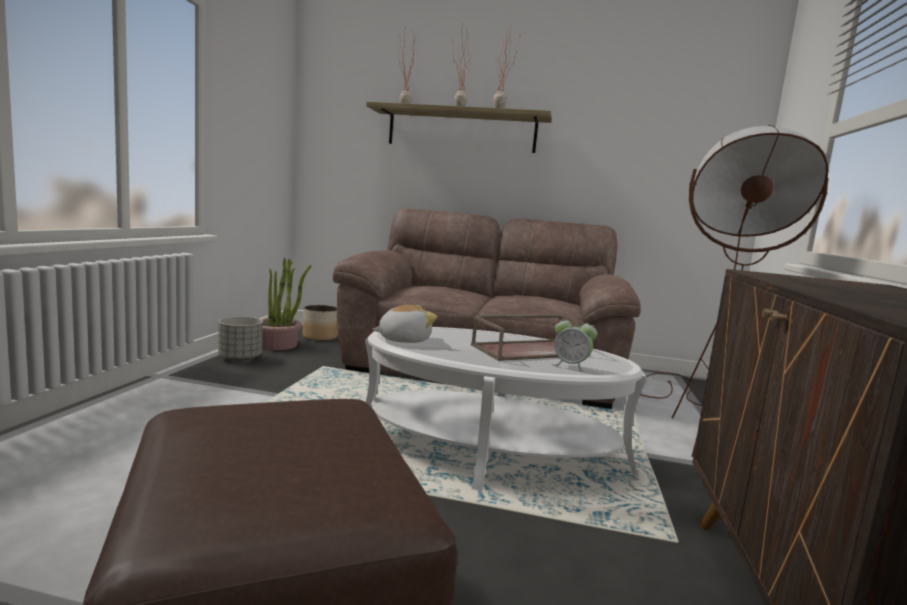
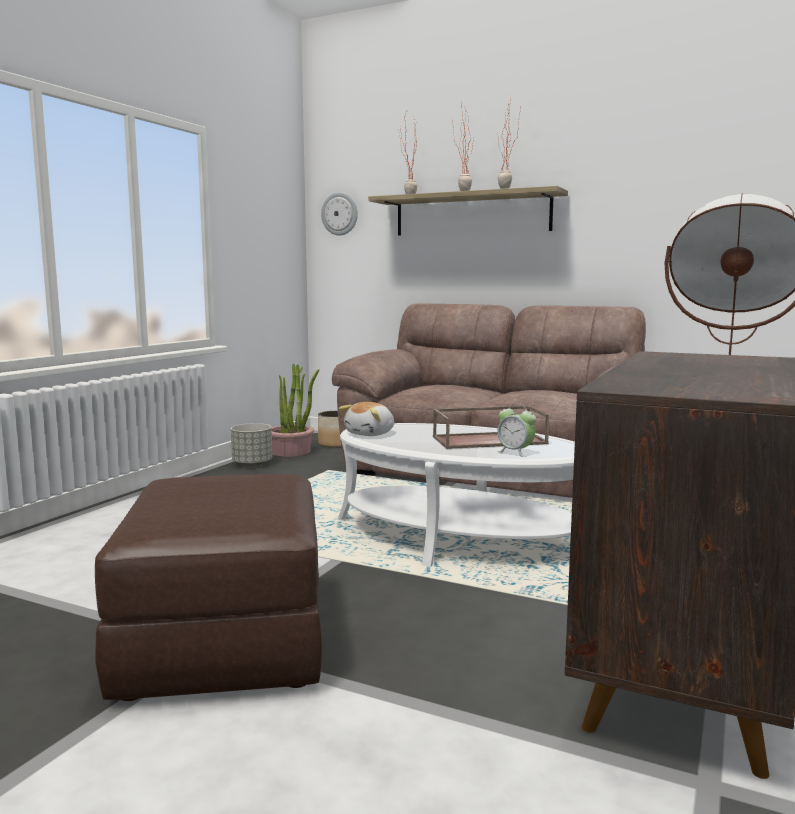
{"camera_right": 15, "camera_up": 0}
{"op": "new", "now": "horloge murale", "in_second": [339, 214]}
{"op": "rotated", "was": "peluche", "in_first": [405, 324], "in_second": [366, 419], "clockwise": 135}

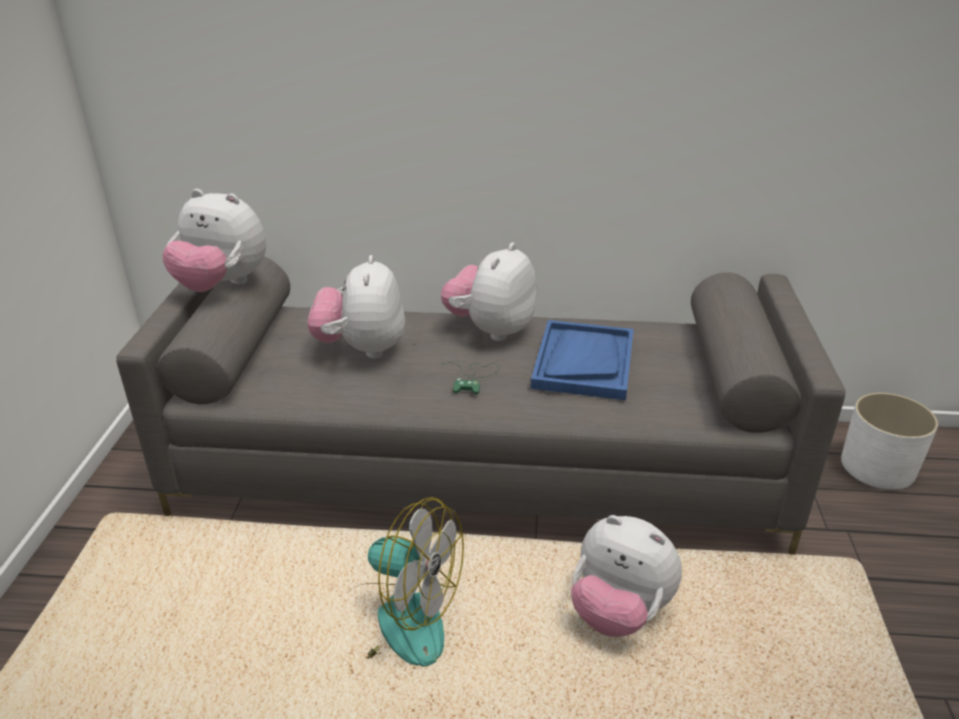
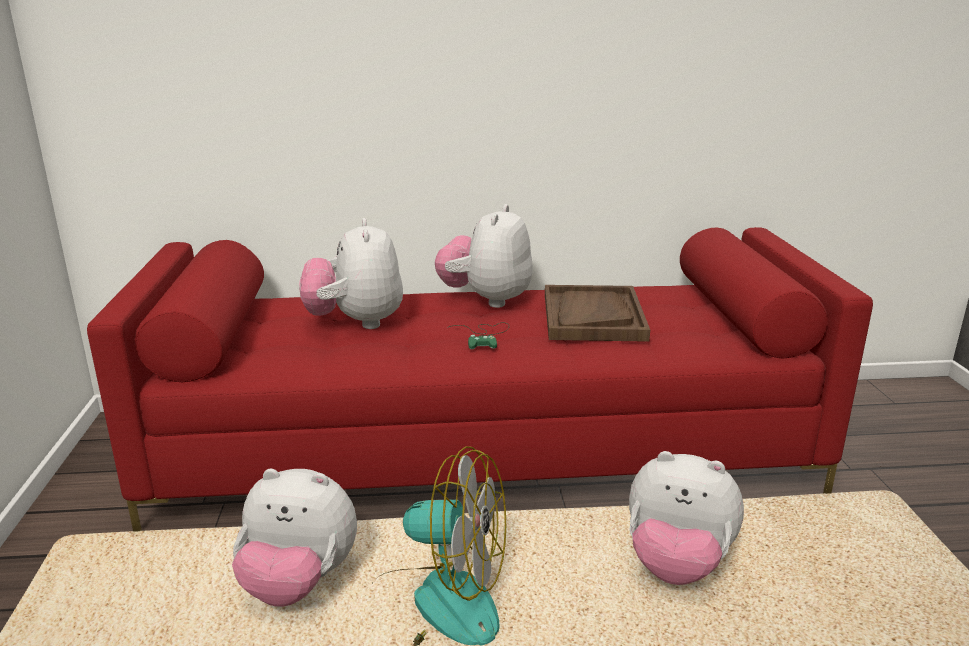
{"camera_right": -10, "camera_up": -10}
{"op": "repainted", "was": "canapé/gris", "now": "canapé/rouge", "in_first": [480, 405], "in_second": [480, 379]}
{"op": "shifted", "was": "peluche", "in_first": [214, 240], "in_second": [294, 538]}
{"op": "repainted", "was": "plateau/bleu", "now": "plateau/marron", "in_first": [582, 360], "in_second": [597, 313]}
{"op": "gone", "was": "cache-pot/blanc", "in_first": [889, 441]}

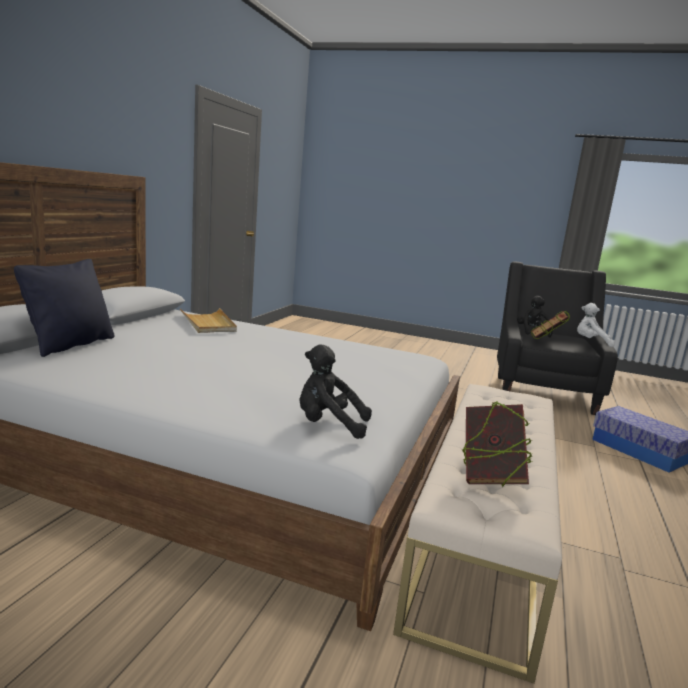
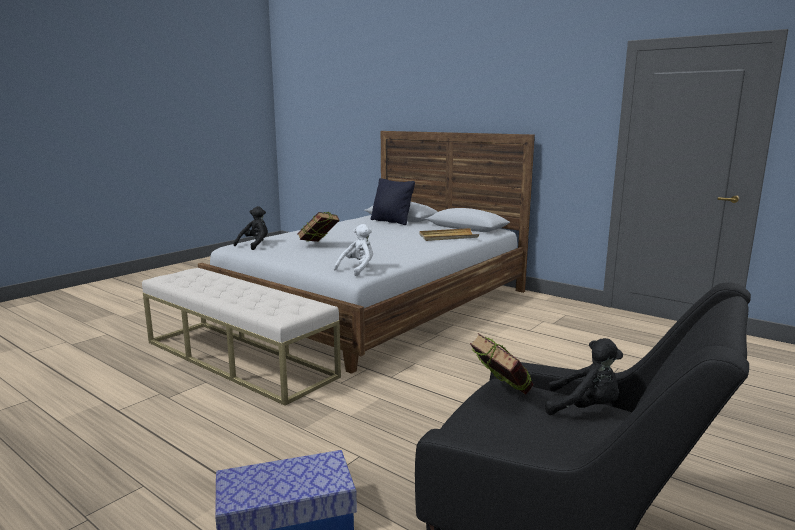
{"camera_right": 110, "camera_up": 0}
{"op": "shifted", "was": "livre", "in_first": [497, 444], "in_second": [318, 227]}
{"op": "shifted", "was": "peluche/blanc", "in_first": [596, 325], "in_second": [353, 250]}

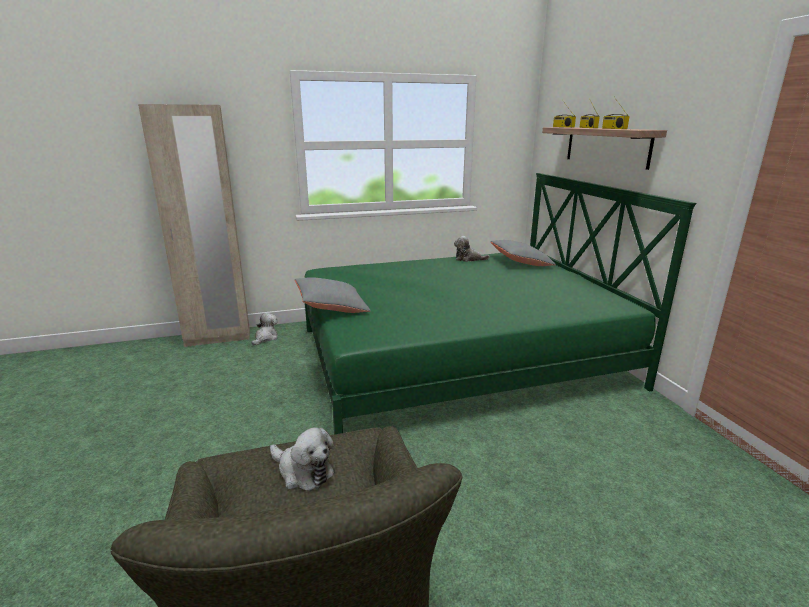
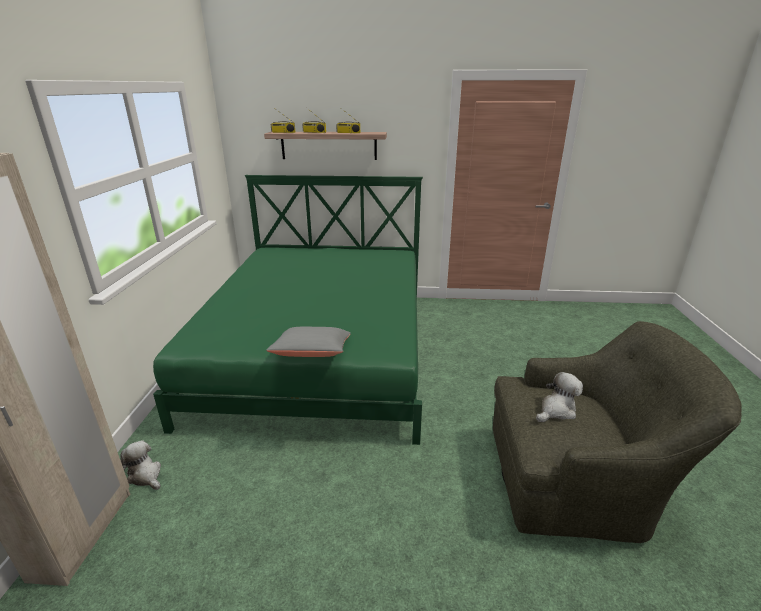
{"camera_right": -70, "camera_up": 5}
{"op": "gone", "was": "peluche", "in_first": [472, 249]}
{"op": "gone", "was": "coussin/gris", "in_first": [523, 253]}

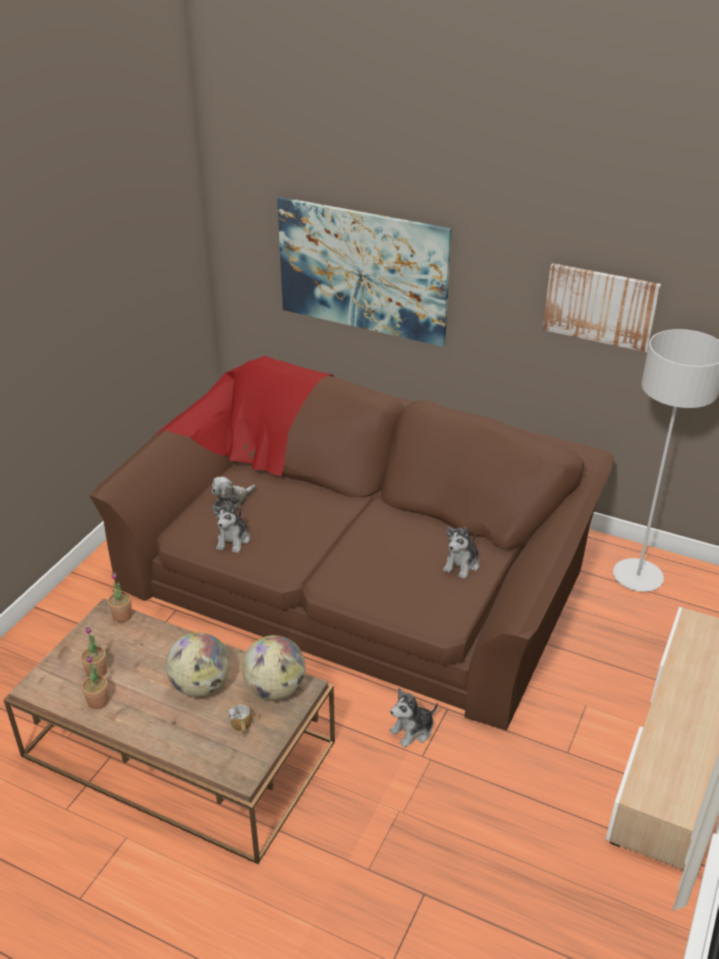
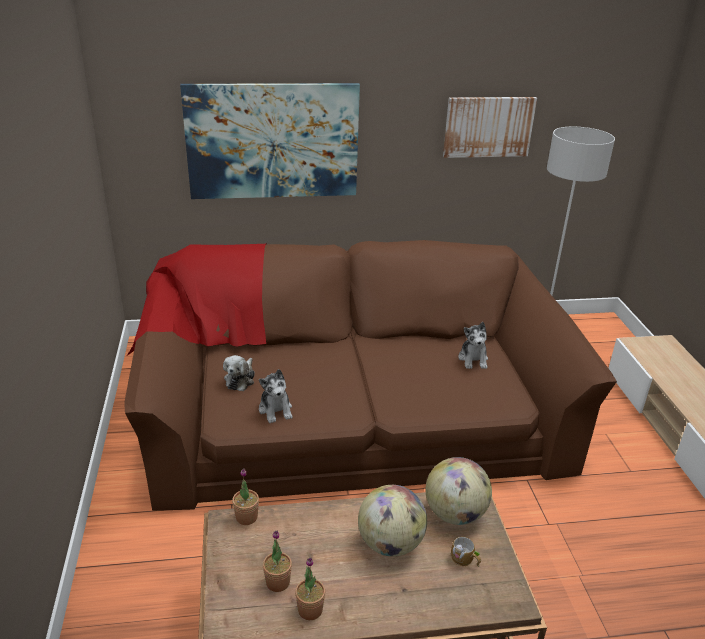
{"camera_right": -35, "camera_up": -5}
{"op": "gone", "was": "peluche", "in_first": [413, 717]}

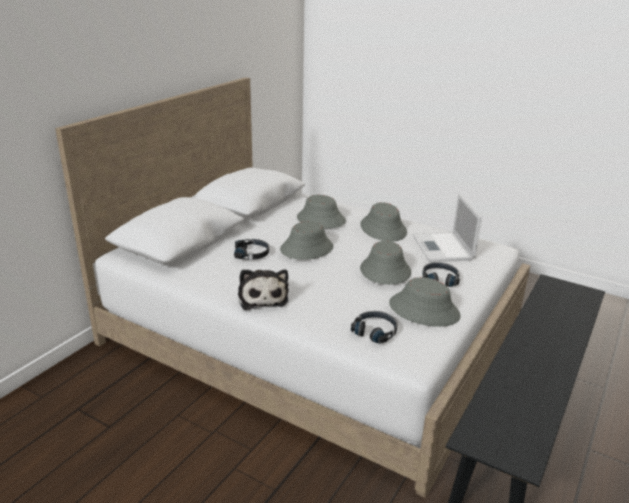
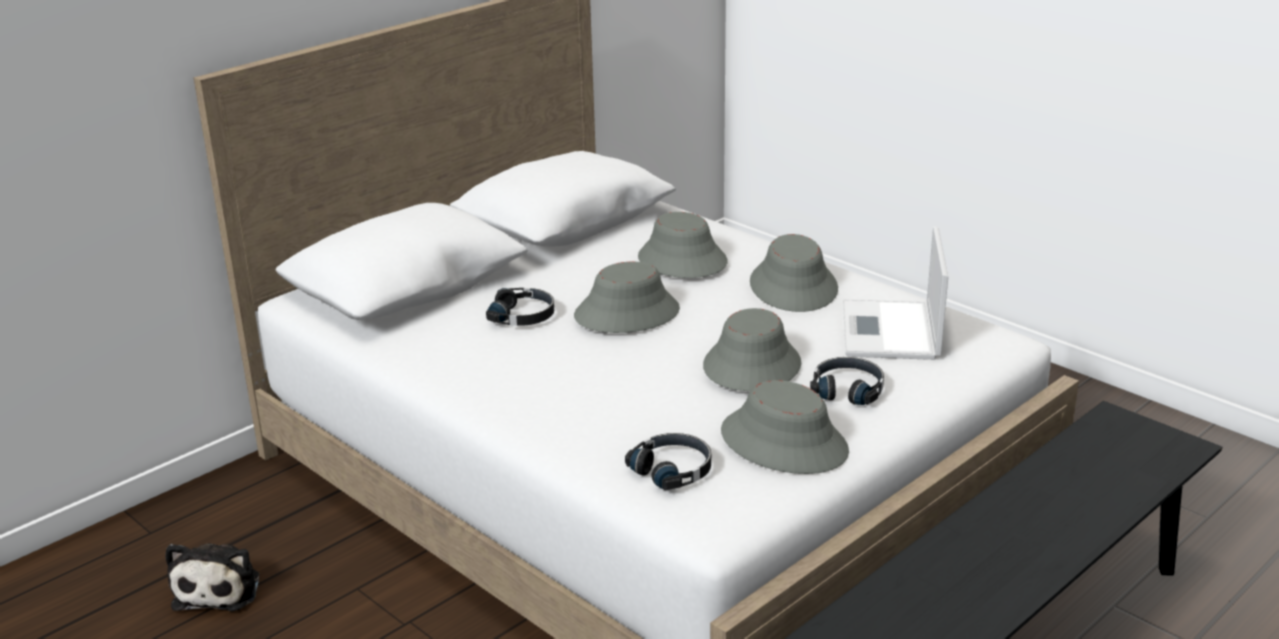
{"camera_right": 15, "camera_up": 0}
{"op": "shifted", "was": "peluche", "in_first": [263, 289], "in_second": [212, 577]}

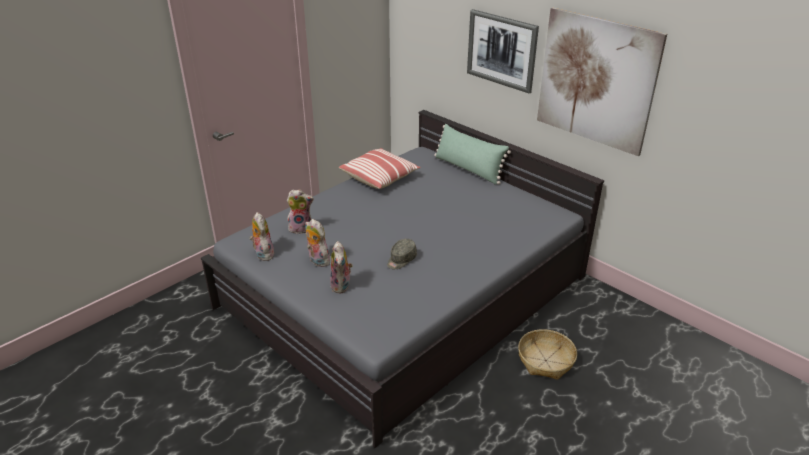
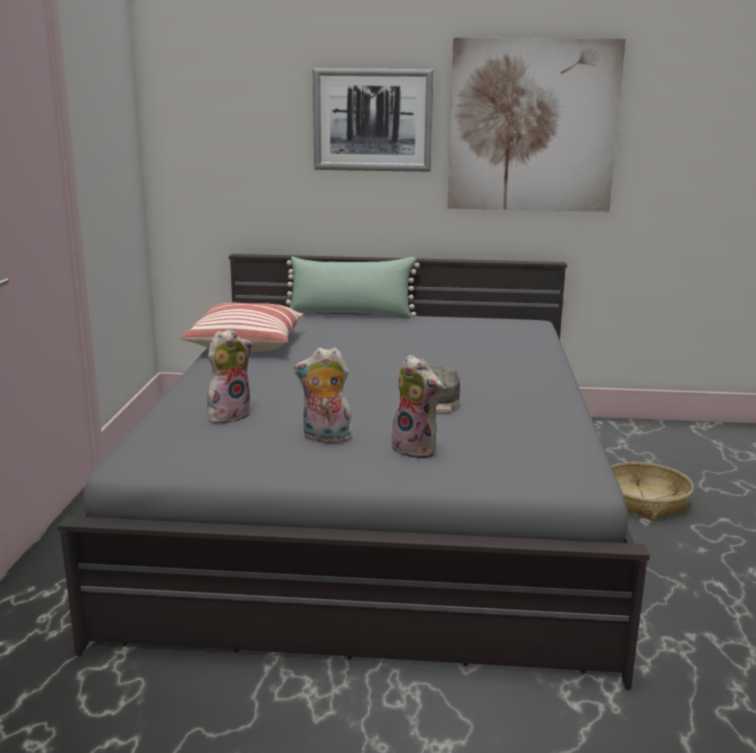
{"camera_right": -40, "camera_up": -15}
{"op": "gone", "was": "peluche", "in_first": [262, 236]}

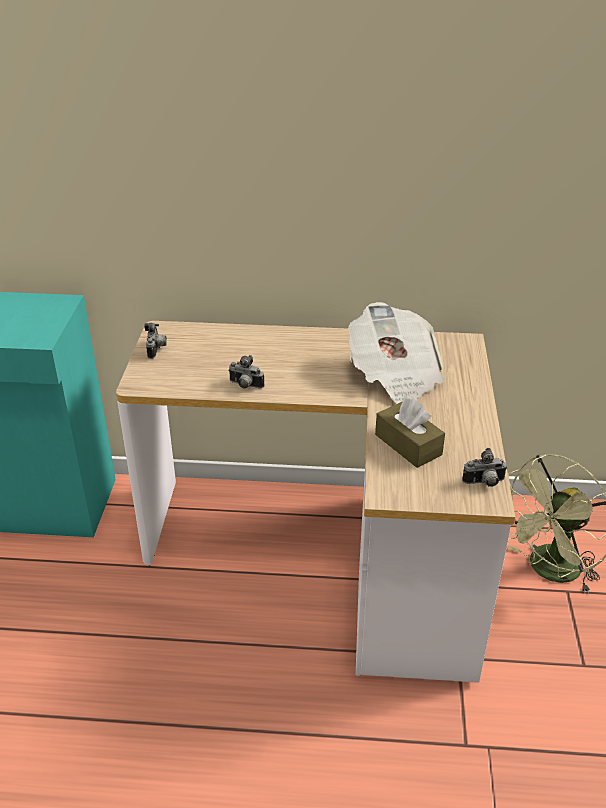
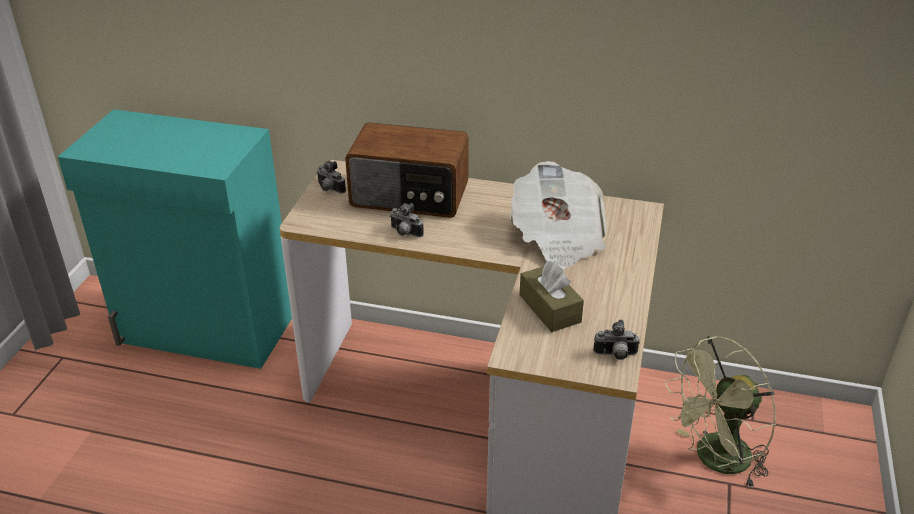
{"camera_right": 10, "camera_up": 0}
{"op": "rotated", "was": "appareil photo", "in_first": [155, 341], "in_second": [331, 177], "clockwise": 120}
{"op": "new", "now": "radio", "in_second": [407, 170]}

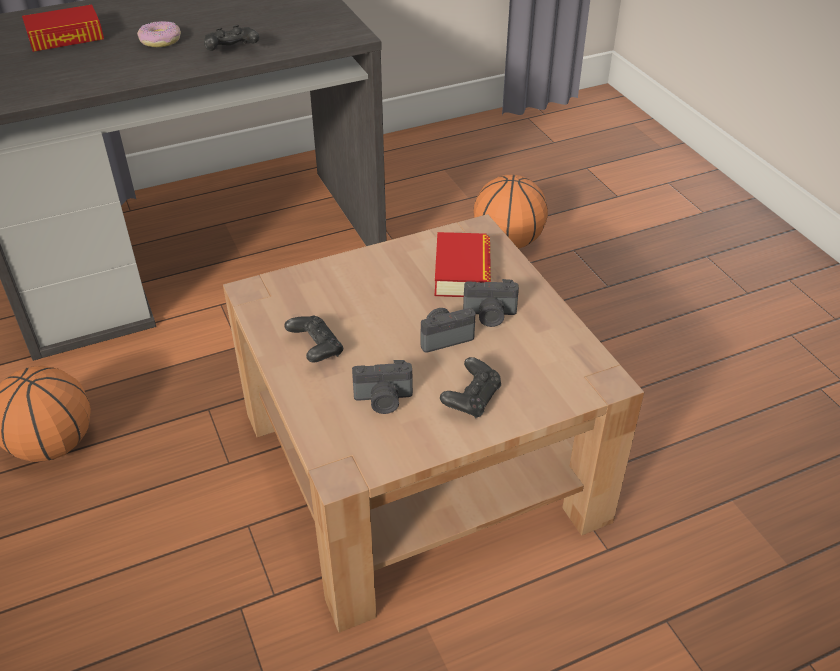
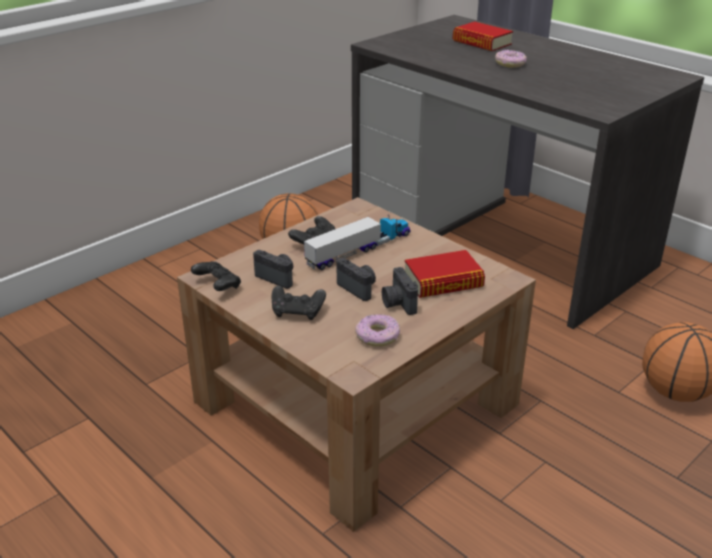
{"camera_right": 70, "camera_up": -10}
{"op": "shifted", "was": "manette/noir", "in_first": [231, 38], "in_second": [216, 276]}
{"op": "rotated", "was": "appareil photo", "in_first": [382, 387], "in_second": [273, 269], "clockwise": 150}
{"op": "new", "now": "camion jouet", "in_second": [357, 242]}
{"op": "new", "now": "beignet", "in_second": [377, 330]}

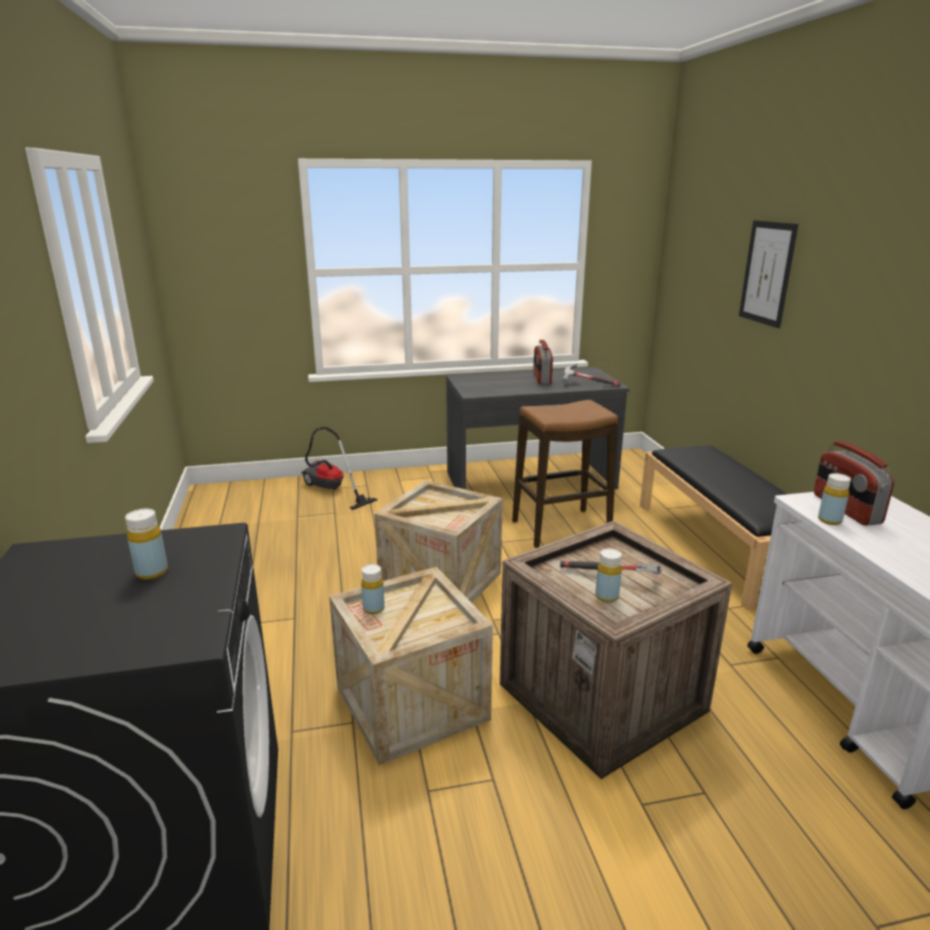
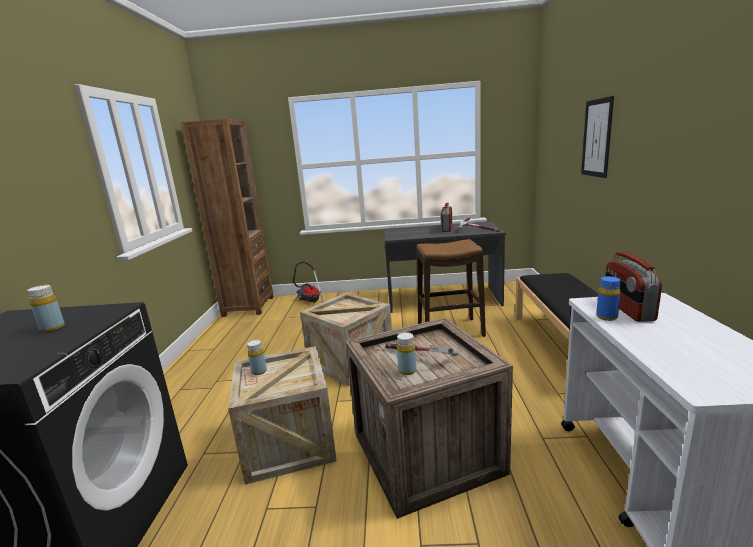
{"camera_right": 15, "camera_up": -5}
{"op": "new", "now": "bibliothèque/marron", "in_second": [227, 218]}
{"op": "repainted", "was": "bouteille/jaune", "now": "bouteille/bleu", "in_first": [834, 499], "in_second": [608, 298]}

